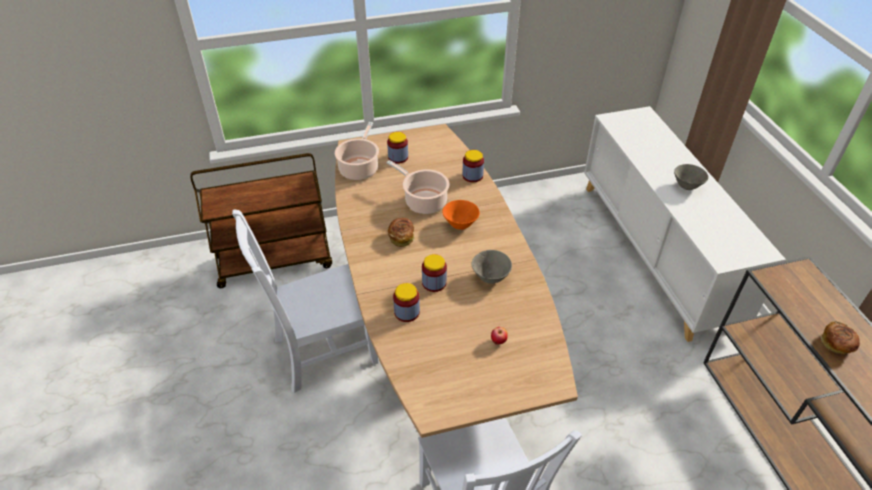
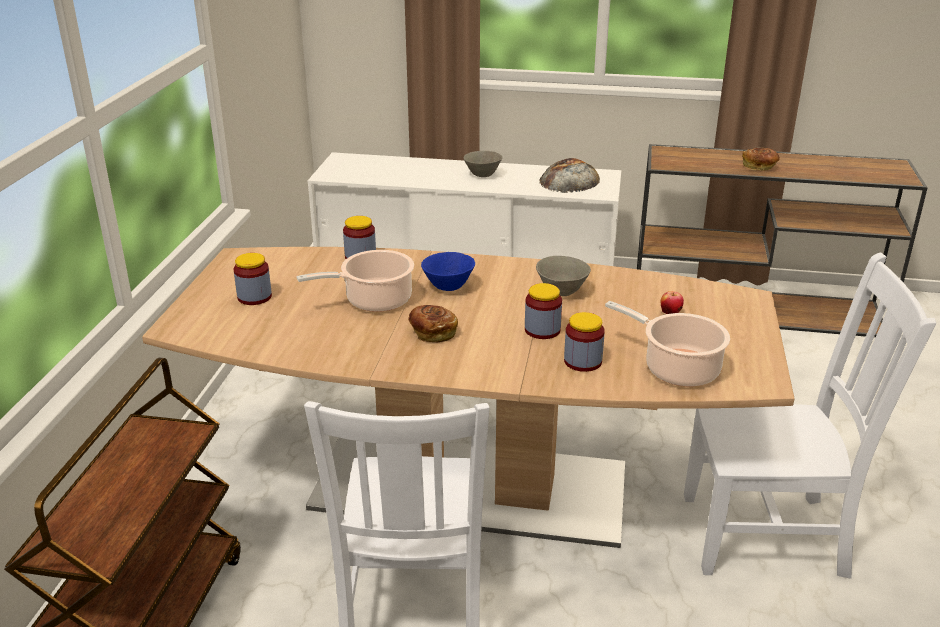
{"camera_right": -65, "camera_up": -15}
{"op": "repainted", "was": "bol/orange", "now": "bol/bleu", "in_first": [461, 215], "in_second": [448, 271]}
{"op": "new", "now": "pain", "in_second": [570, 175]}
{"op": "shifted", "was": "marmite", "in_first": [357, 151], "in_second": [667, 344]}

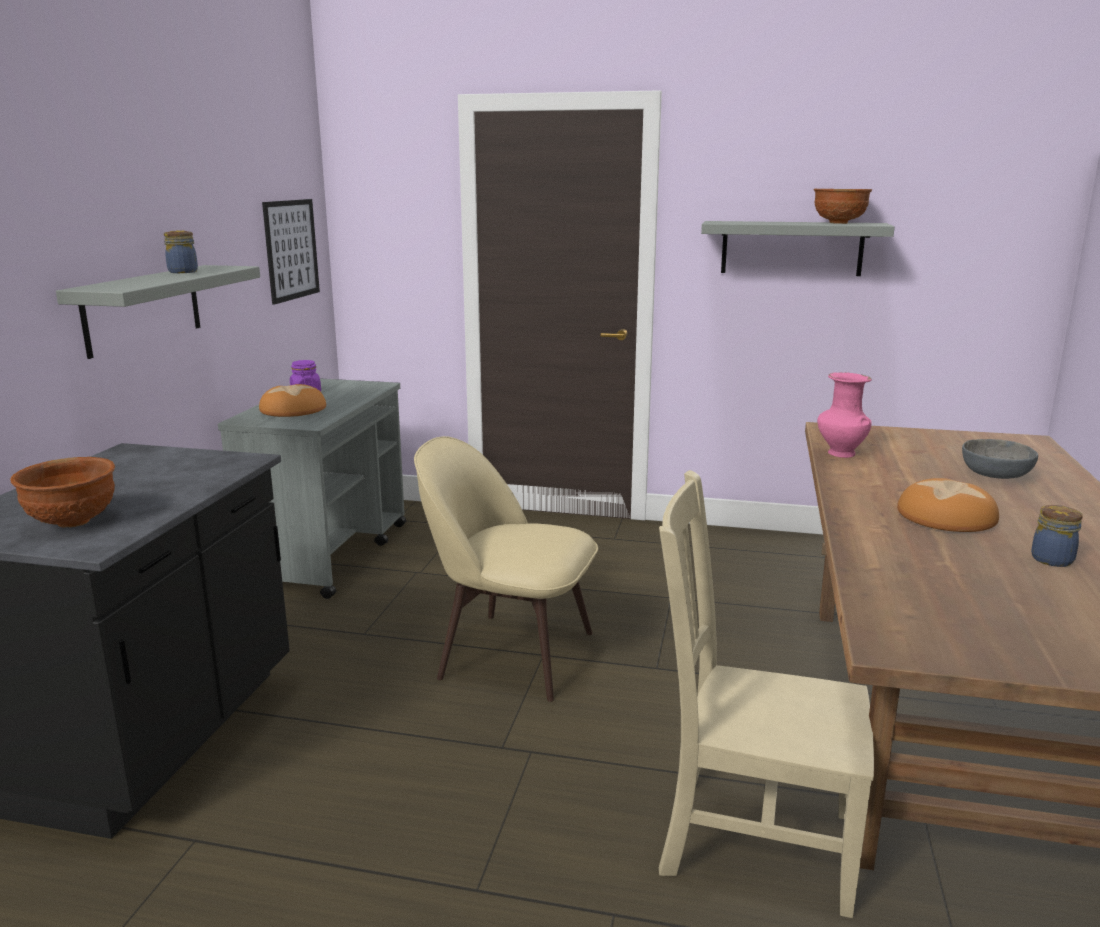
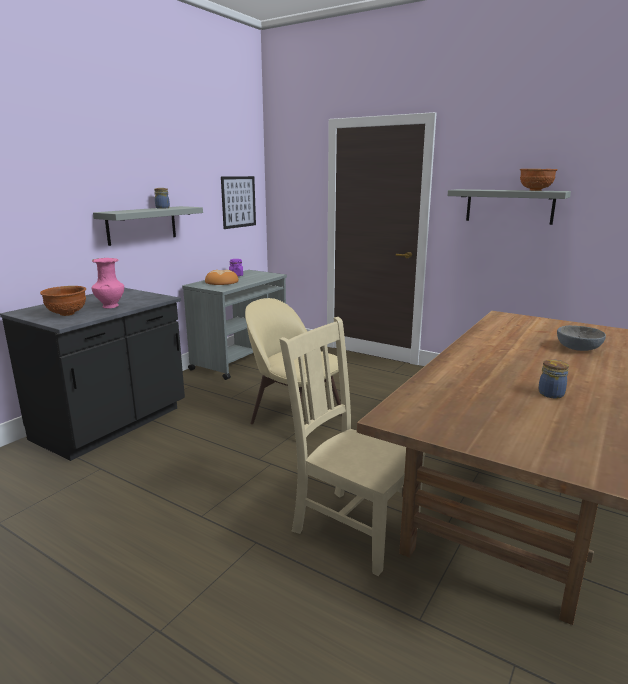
{"camera_right": 20, "camera_up": 0}
{"op": "shifted", "was": "vase/rose", "in_first": [844, 415], "in_second": [108, 283]}
{"op": "gone", "was": "pain", "in_first": [948, 505]}

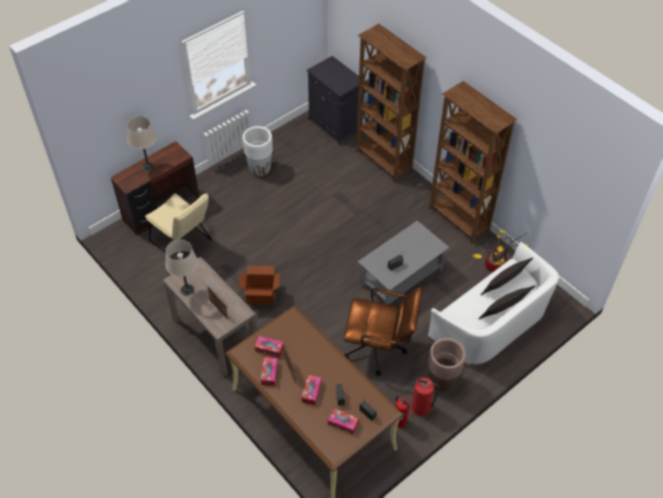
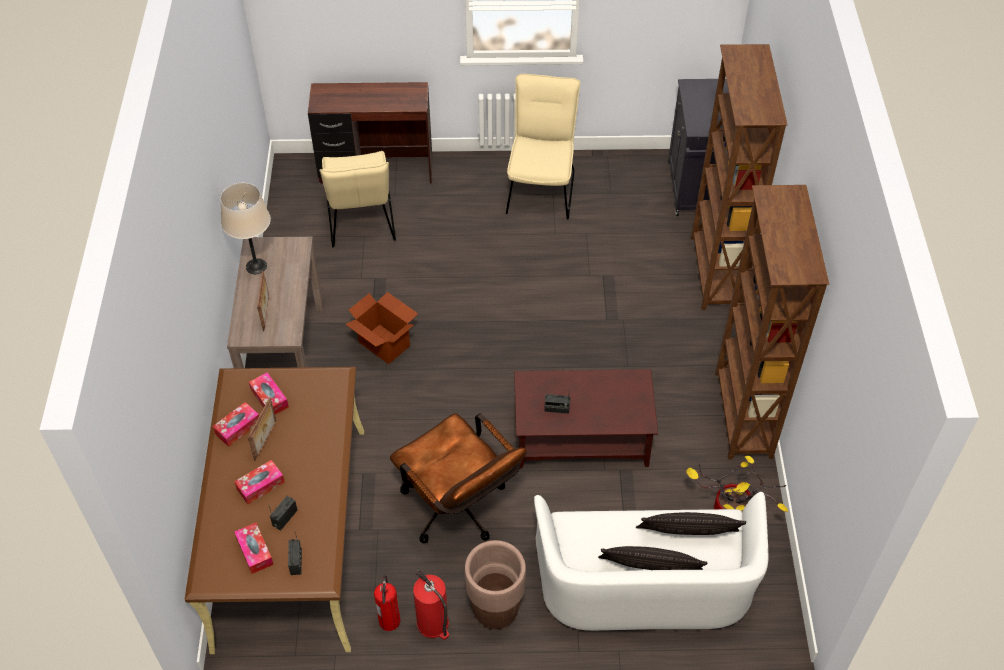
{"camera_right": 40, "camera_up": 0}
{"op": "swapped", "was": "cache-pot/blanc", "now": "chaise/beige", "in_first": [258, 151], "in_second": [543, 147]}
{"op": "repainted", "was": "table basse/gris", "now": "table basse/marron", "in_first": [403, 262], "in_second": [586, 419]}
{"op": "gone", "was": "lampe de table/beige", "in_first": [142, 144]}

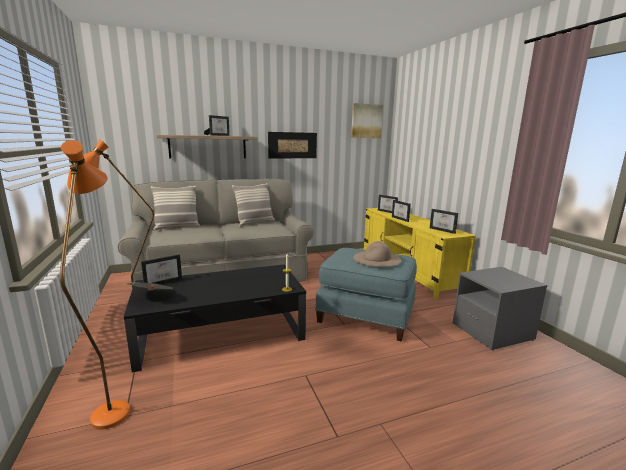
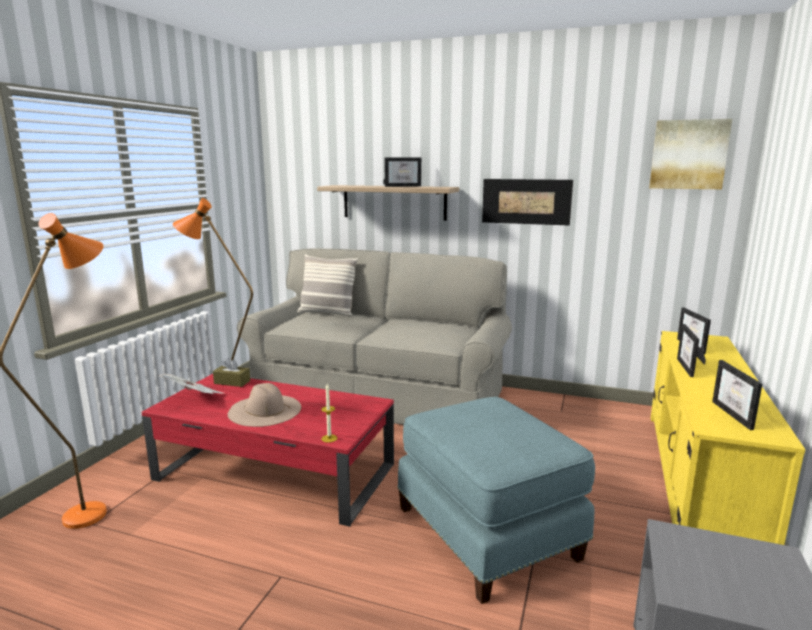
{"camera_right": 40, "camera_up": 0}
{"op": "repainted", "was": "table basse/noir", "now": "table basse/rouge", "in_first": [215, 318], "in_second": [267, 450]}
{"op": "swapped", "was": "cadre photo", "now": "boîte à mouchoirs/marron", "in_first": [161, 269], "in_second": [231, 372]}
{"op": "shifted", "was": "chapeau/beige", "in_first": [377, 254], "in_second": [264, 405]}
{"op": "gone", "was": "coussin", "in_first": [253, 205]}

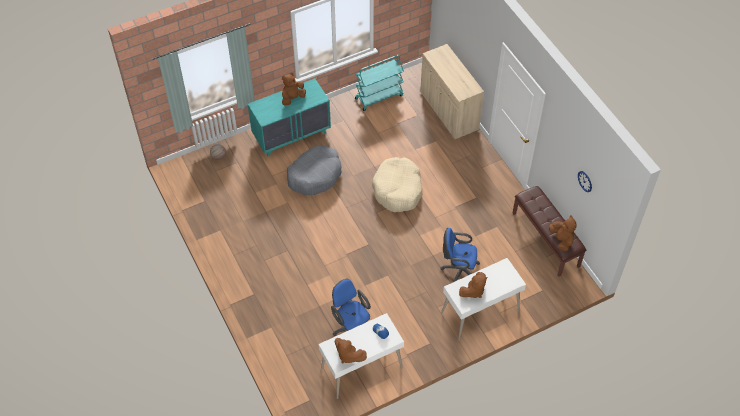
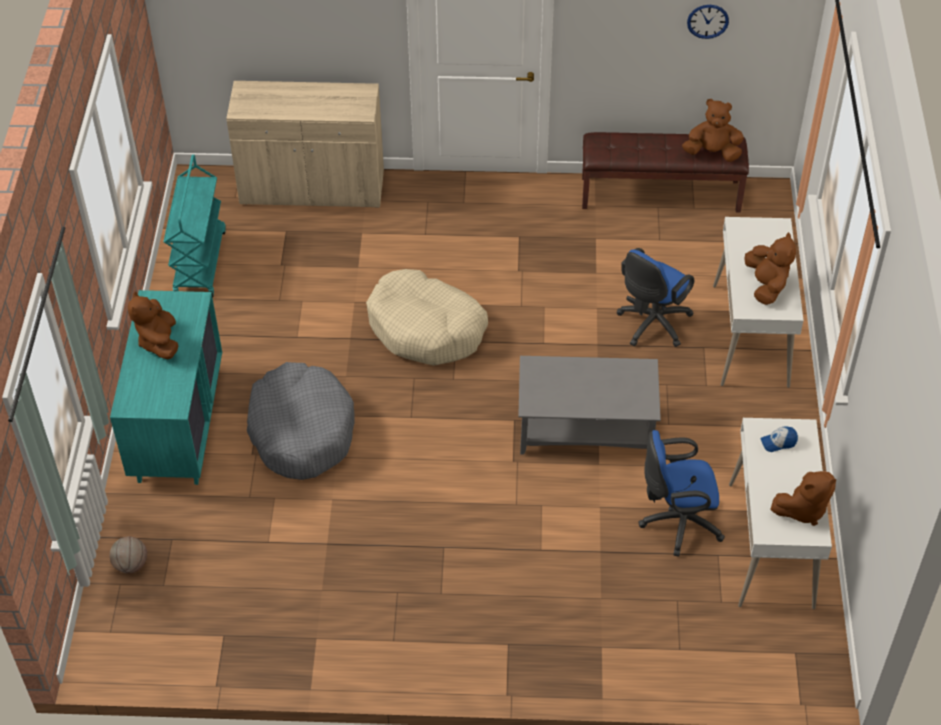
{"camera_right": -60, "camera_up": -5}
{"op": "new", "now": "table basse/gris", "in_second": [589, 405]}

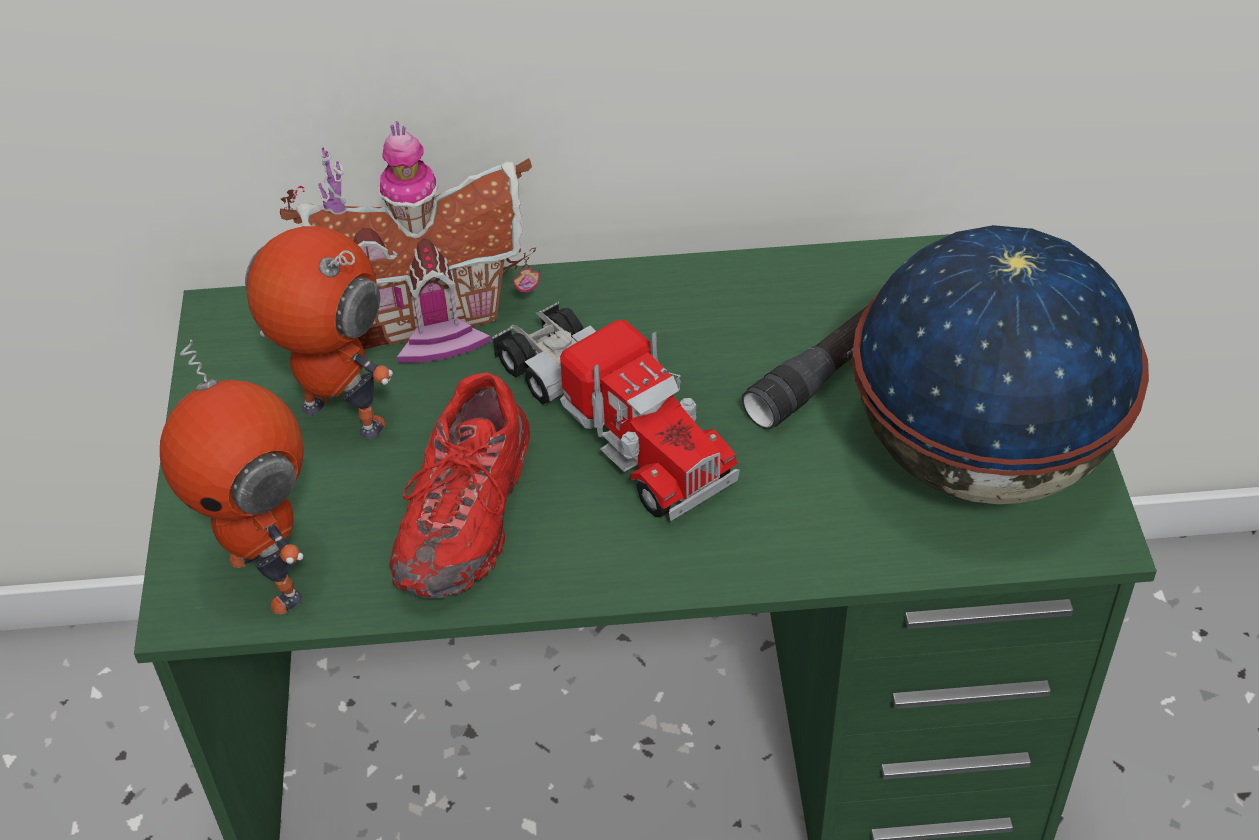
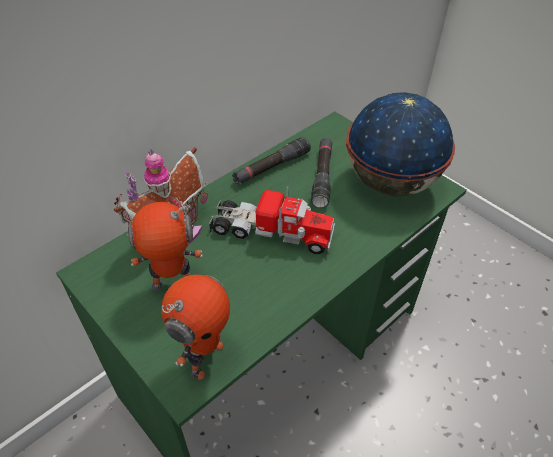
{"camera_right": -40, "camera_up": 0}
{"op": "rotated", "was": "robot jouet", "in_first": [232, 477], "in_second": [195, 327], "clockwise": -75}
{"op": "new", "now": "lampe de poche/noir", "in_second": [271, 161]}
{"op": "gone", "was": "chaussure/rouge", "in_first": [459, 485]}

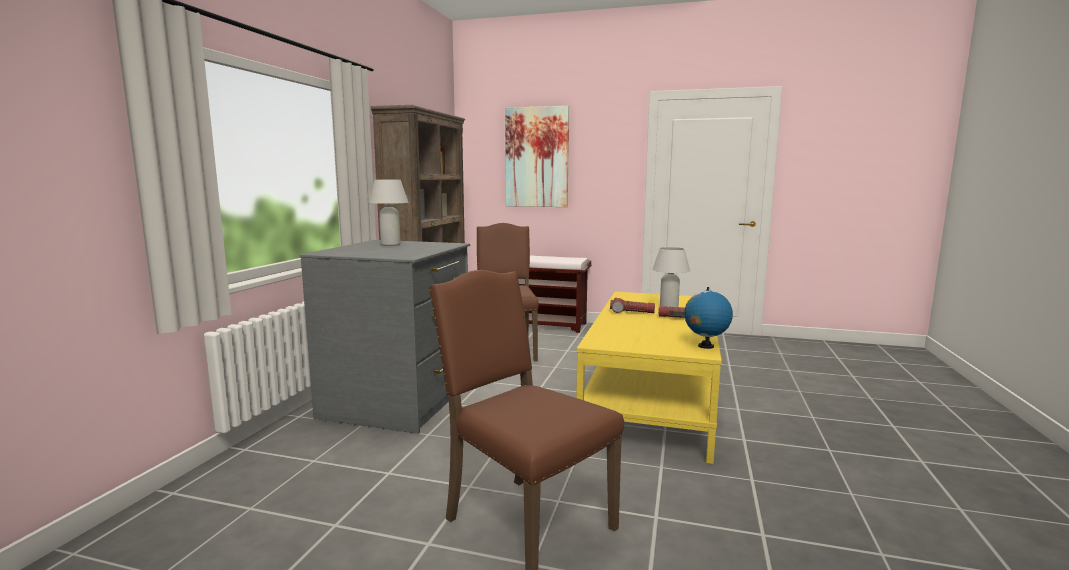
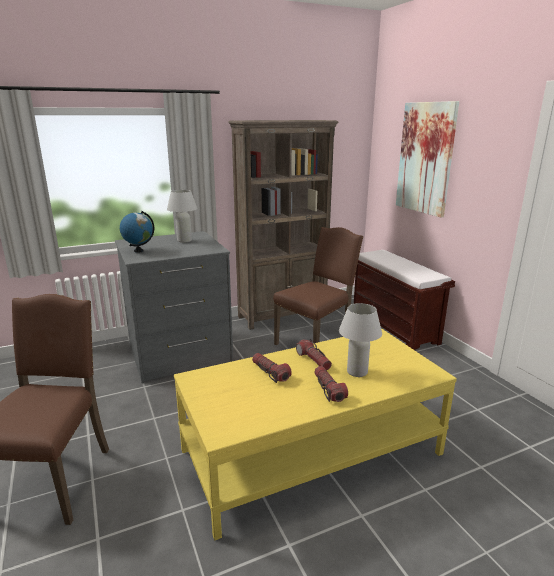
{"camera_right": 50, "camera_up": 10}
{"op": "shifted", "was": "globe", "in_first": [708, 318], "in_second": [137, 232]}
{"op": "new", "now": "lampe de poche", "in_second": [272, 368]}

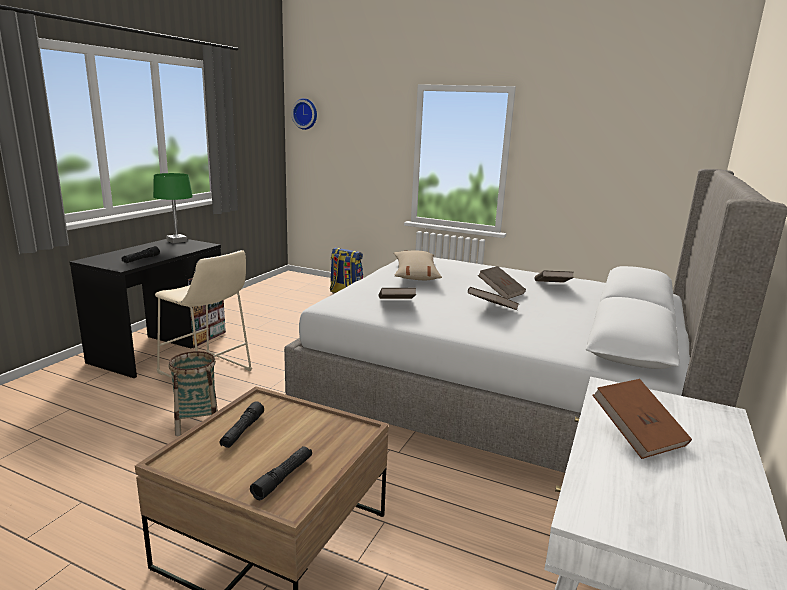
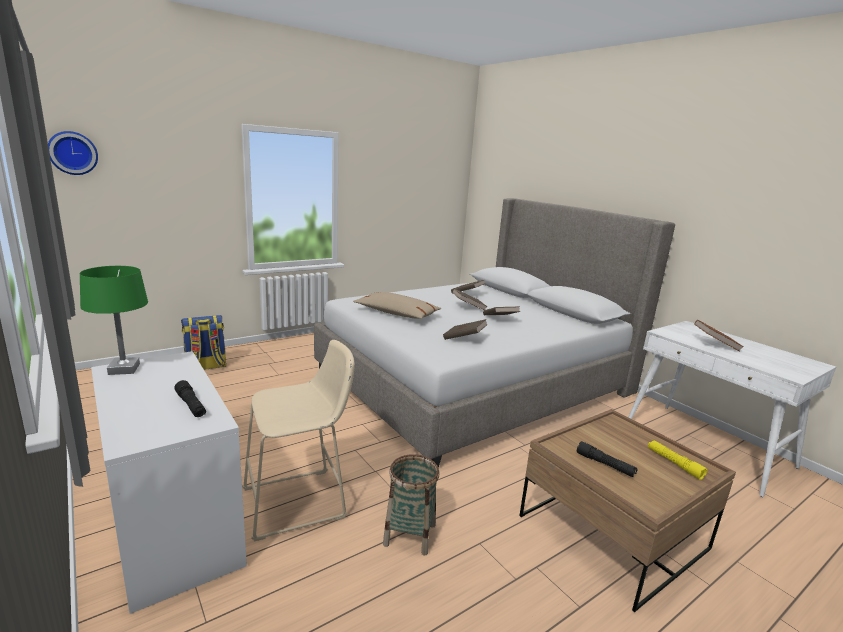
{"camera_right": -60, "camera_up": 0}
{"op": "repainted", "was": "bureau/noir", "now": "bureau/blanc", "in_first": [148, 308], "in_second": [169, 482]}
{"op": "repainted", "was": "lampe de poche/noir", "now": "lampe de poche/jaune", "in_first": [281, 473], "in_second": [677, 460]}

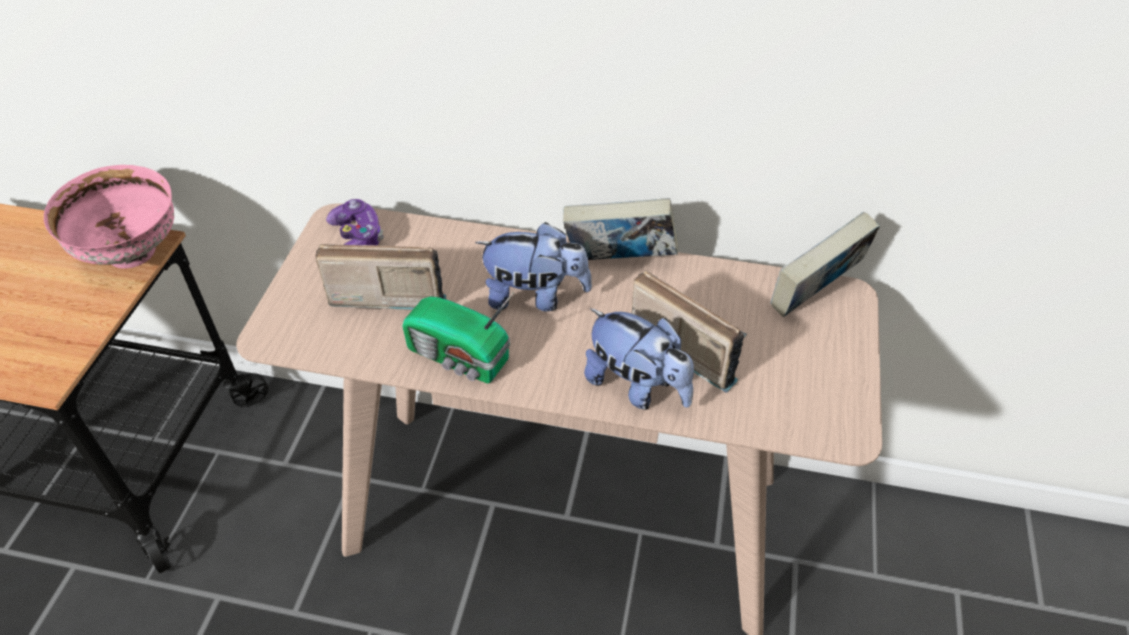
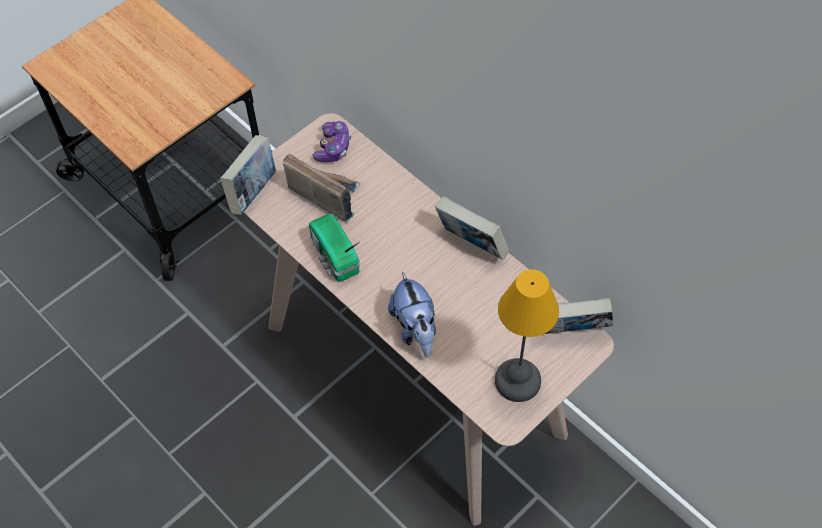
{"camera_right": 35, "camera_up": 10}
{"op": "new", "now": "livre", "in_second": [248, 175]}
{"op": "new", "now": "lampe de table", "in_second": [527, 335]}
{"op": "gone", "was": "bol/rose", "in_first": [109, 217]}
{"op": "gone", "was": "peluche", "in_first": [533, 267]}
{"op": "gone", "was": "radio", "in_first": [689, 331]}

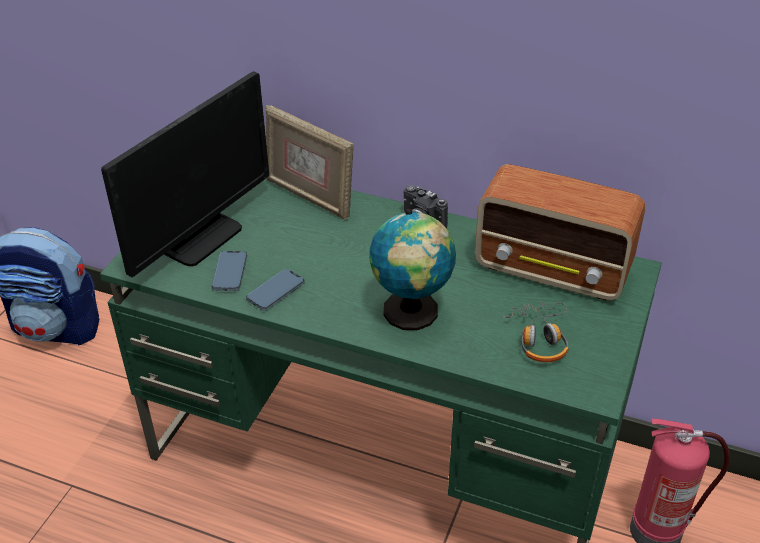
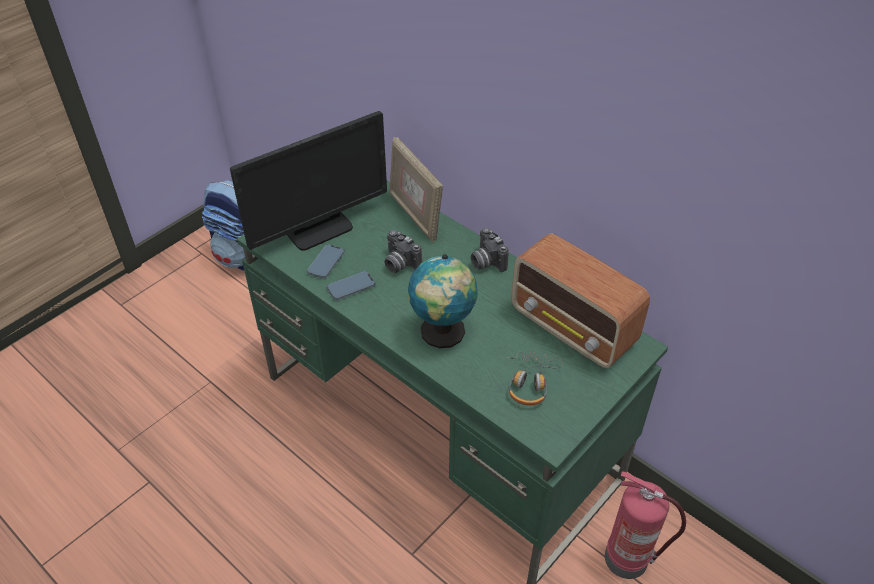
{"camera_right": 20, "camera_up": 5}
{"op": "new", "now": "appareil photo", "in_second": [403, 251]}

